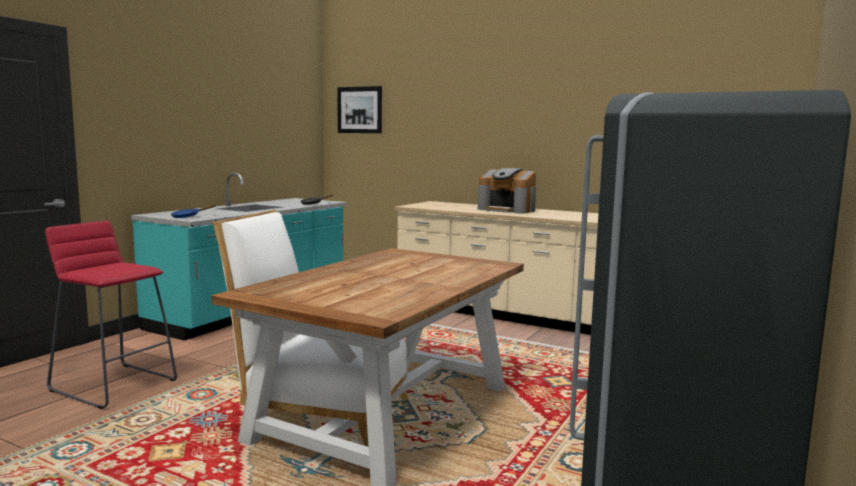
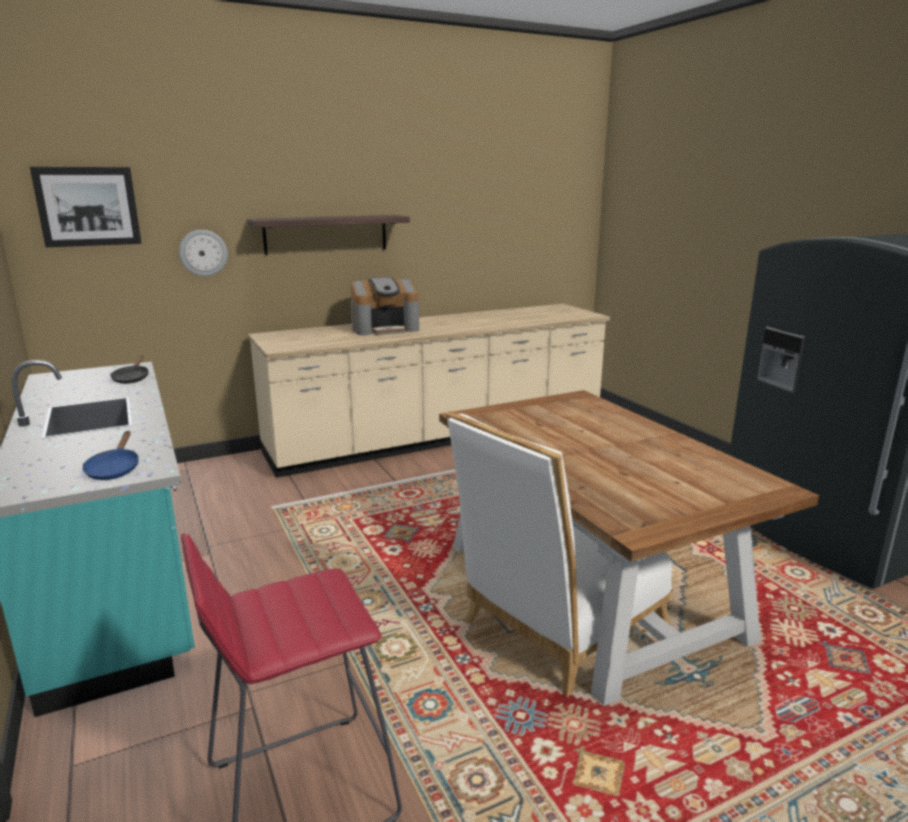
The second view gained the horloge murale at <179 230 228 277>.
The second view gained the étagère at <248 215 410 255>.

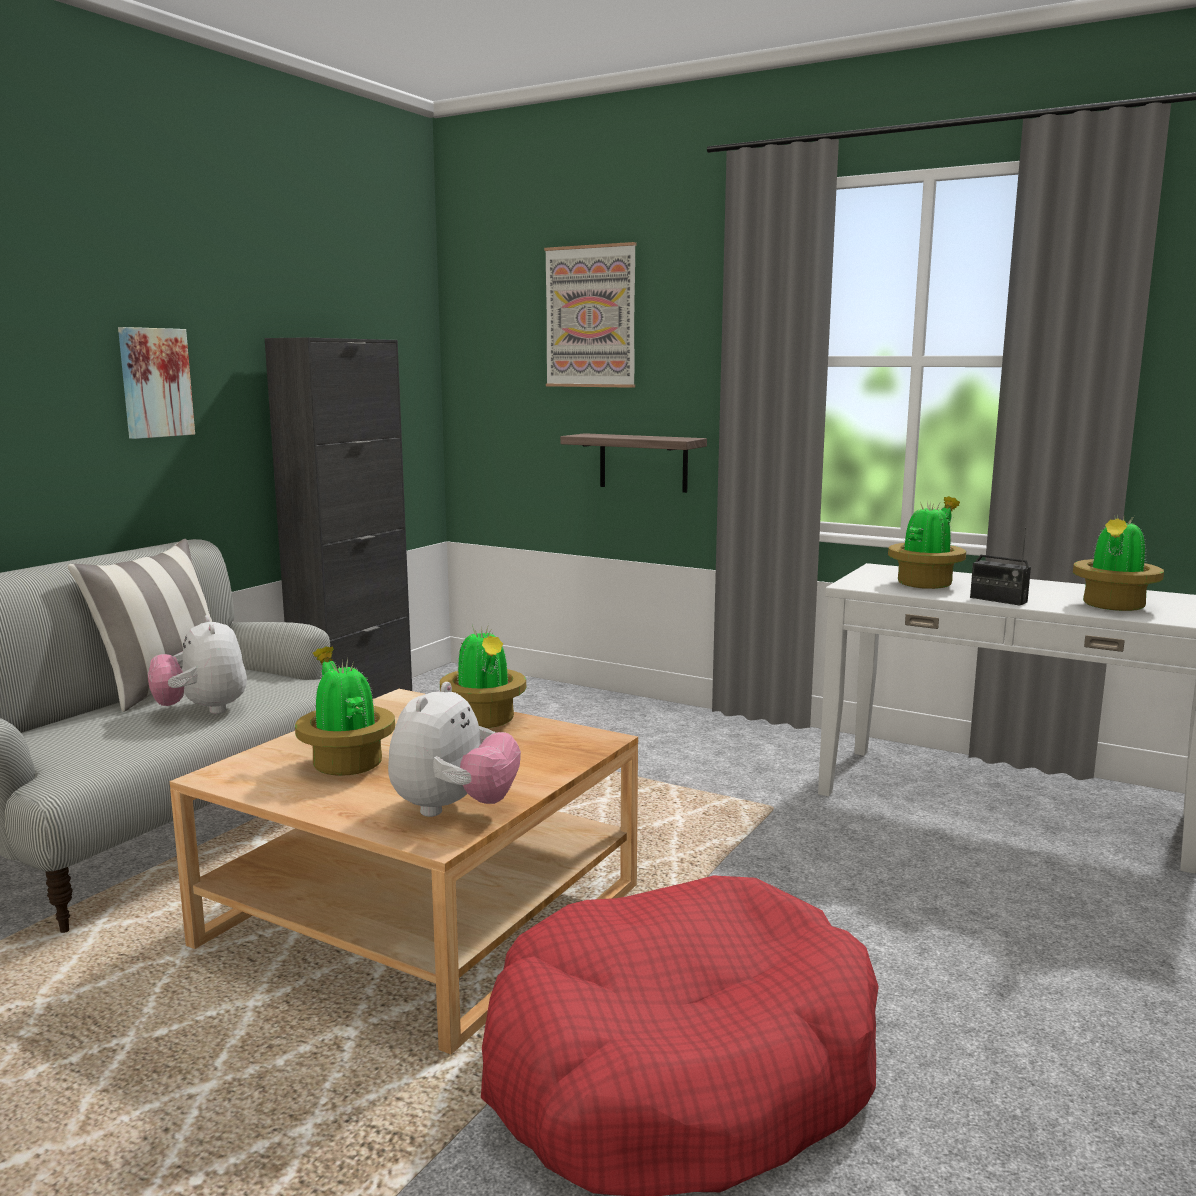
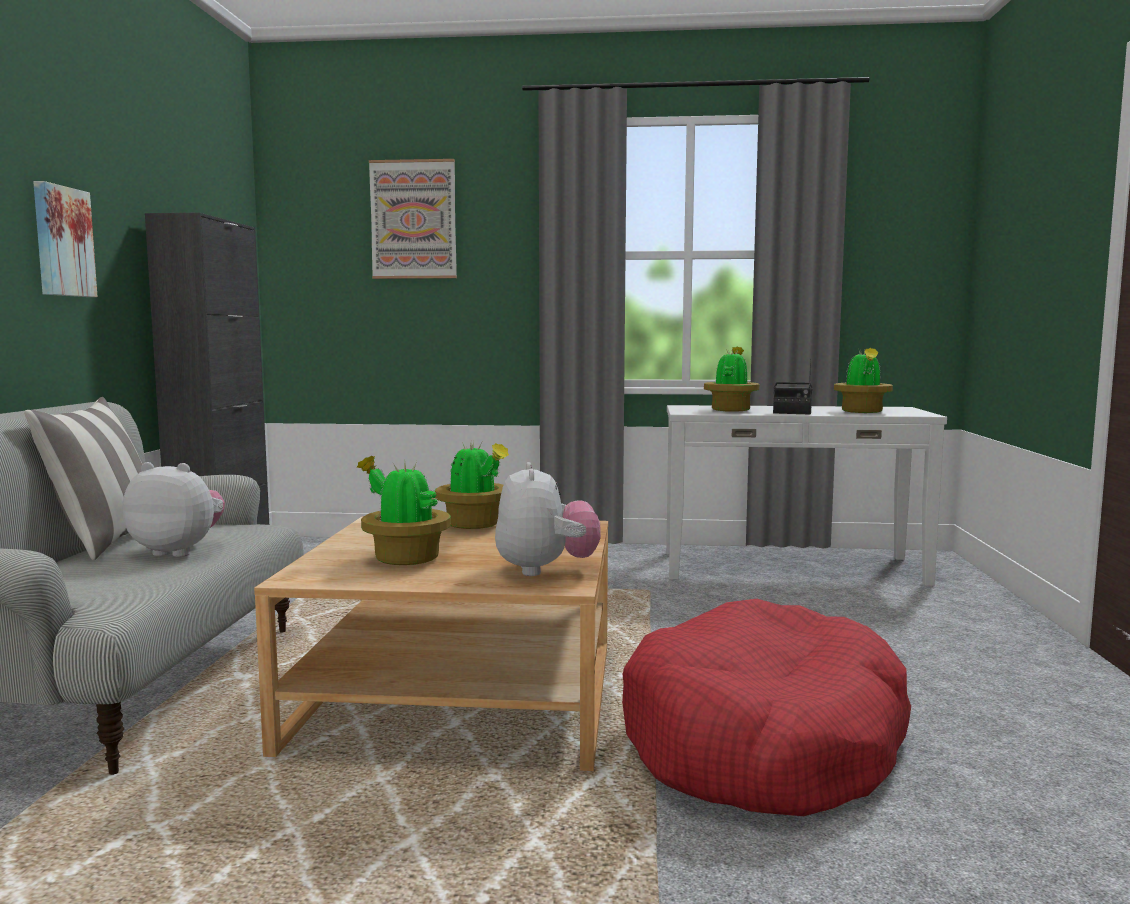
The peluche at <148 615 247 714> ended up facing another way, 150 degrees clockwise from before.
The second view lost the étagère at <560 433 707 493>.

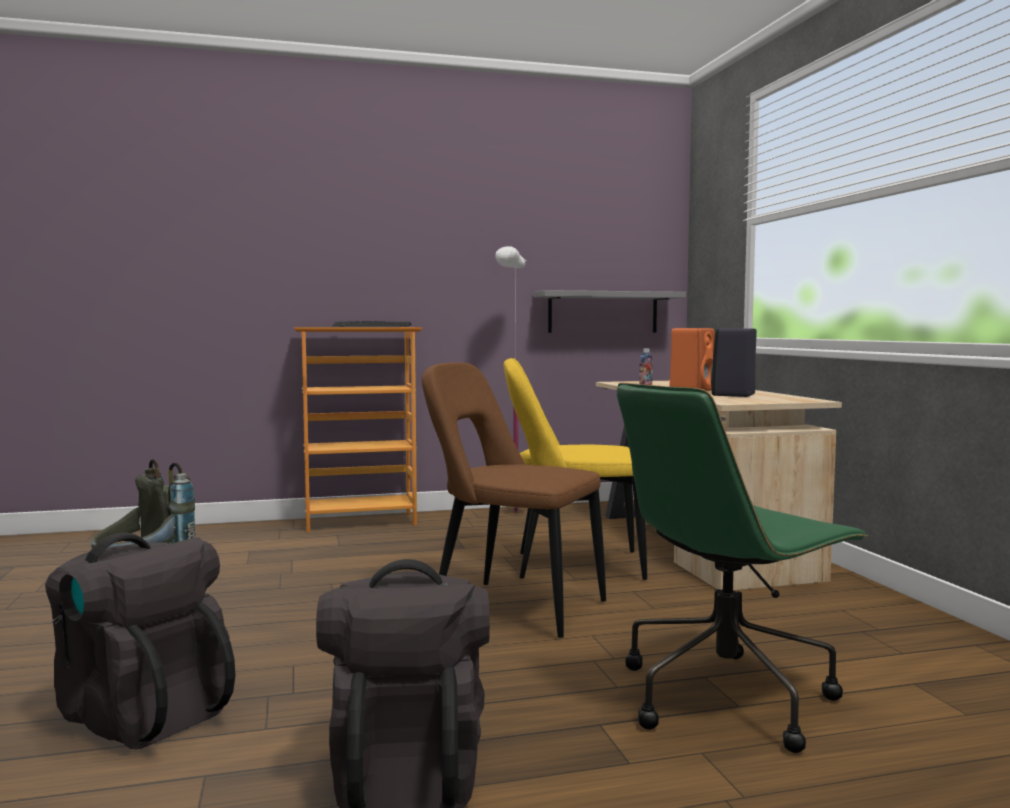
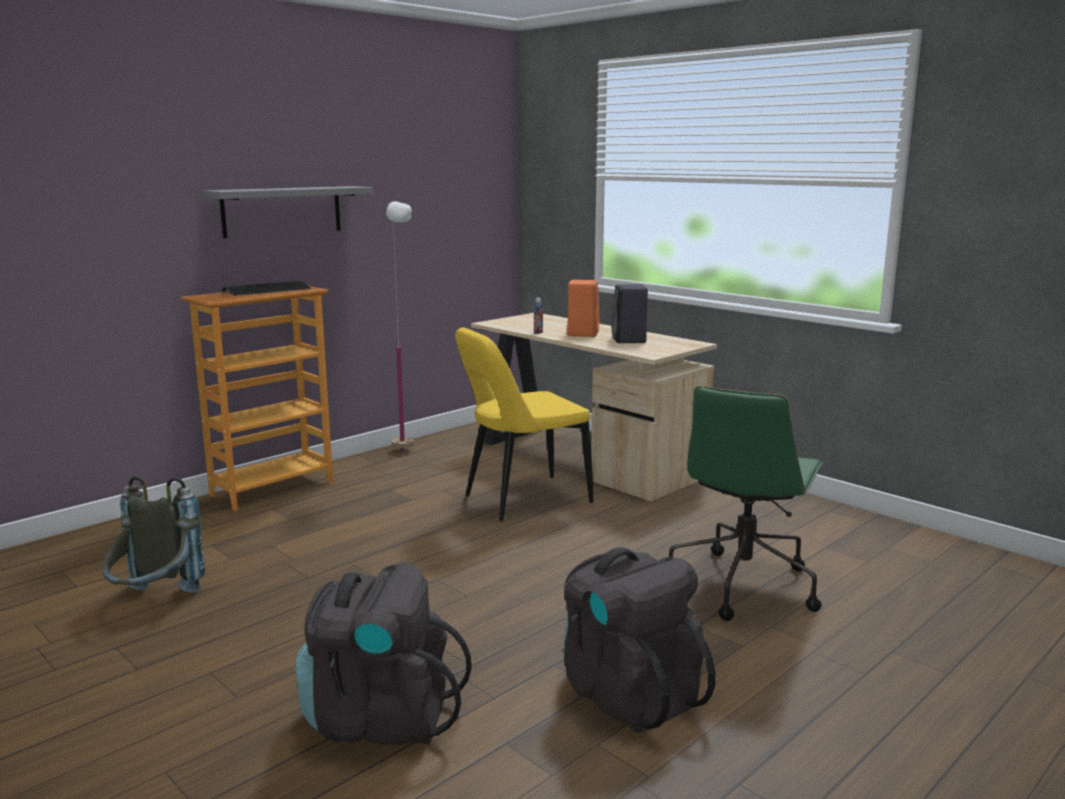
The second view lost the chaise (marron) at <422 362 606 638>.
The étagère (gris) ended up elsewhere, having gone from <534 290 686 333> to <202 186 373 238>.

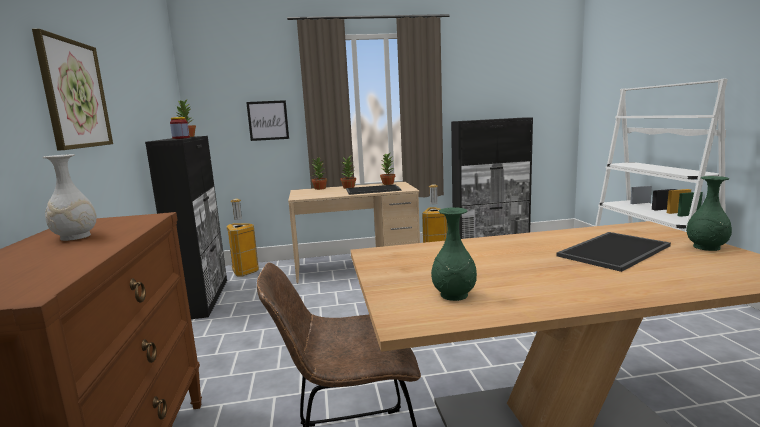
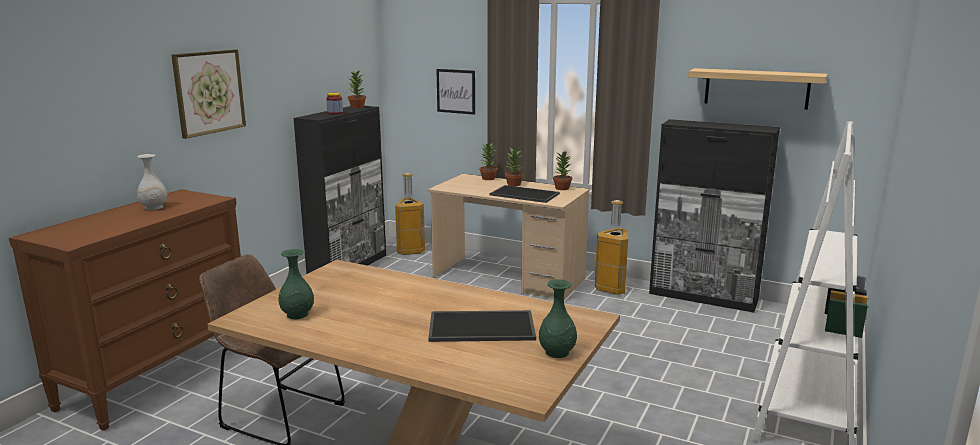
The second view gained the étagère at <688 68 828 110>.

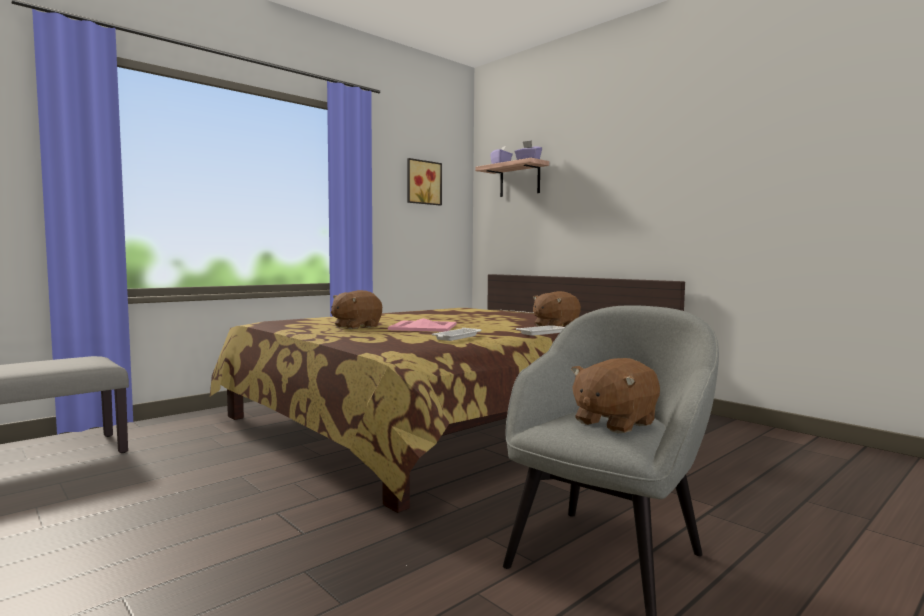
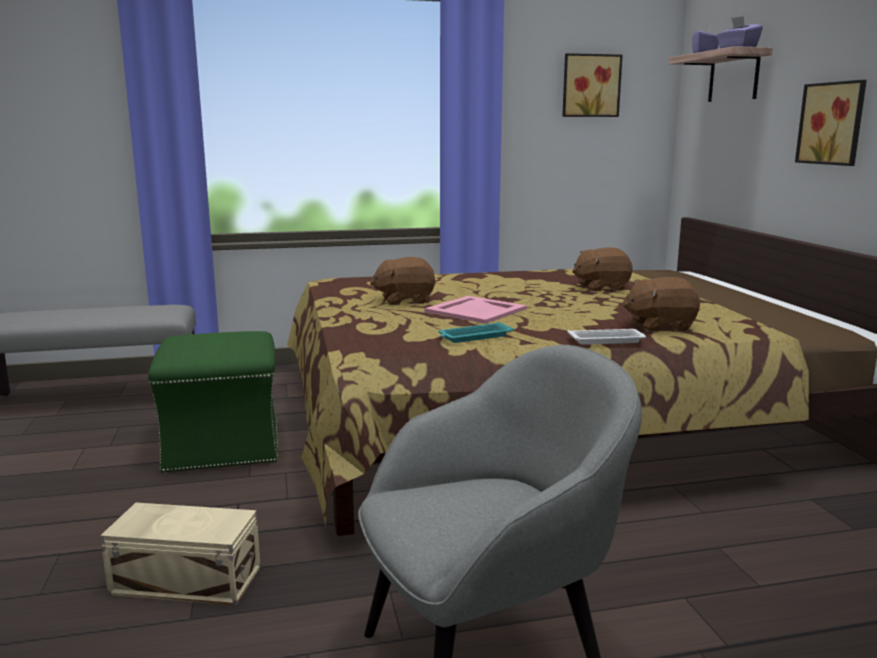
What was the plateau (blanc) at <432 328 481 341> turned into the plateau (turquoise) at <438 322 514 343>.
The peluche (marron) ended up elsewhere, having gone from <571 358 660 433> to <572 248 633 292>.
The second view gained the boîte de rangement (beige) at <100 503 260 605>.
The second view gained the pouf (vert) at <148 331 278 473>.
The second view gained the tableau at <795 80 867 166>.

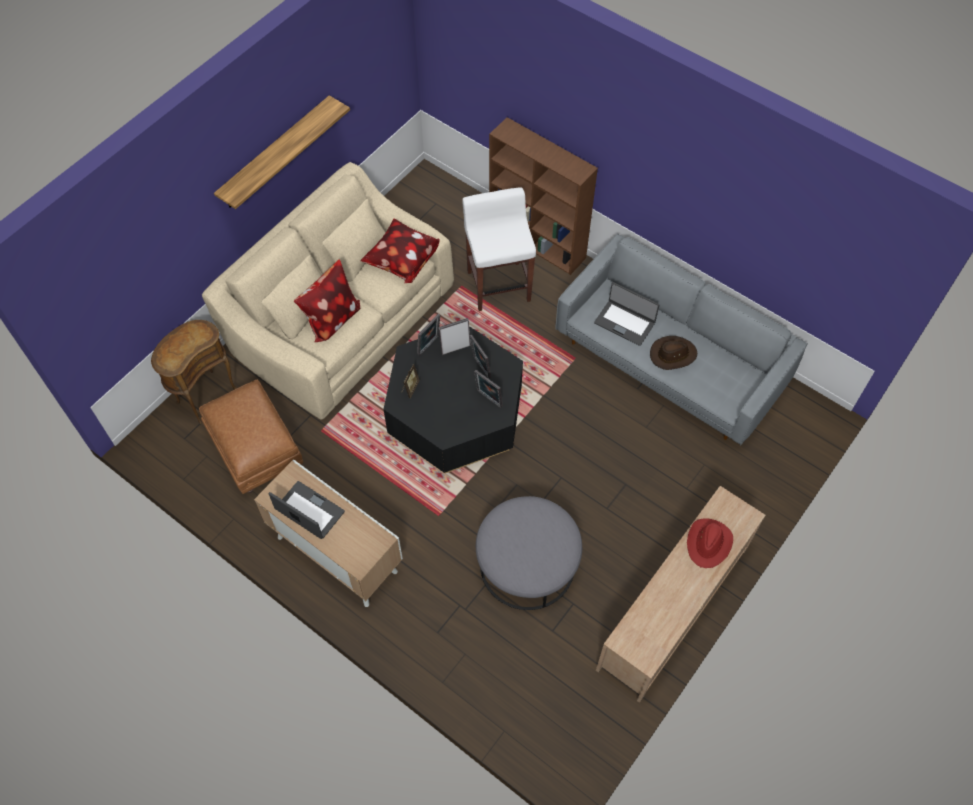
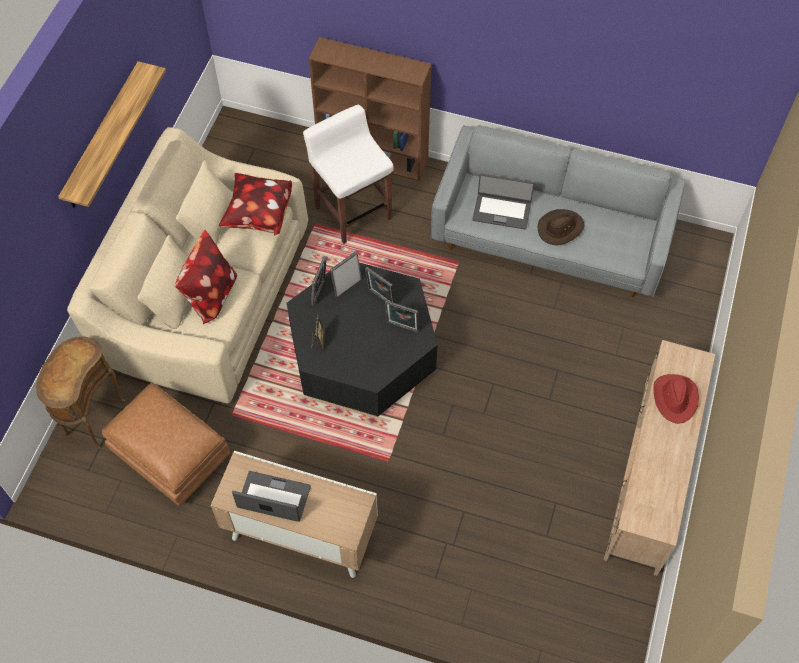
The second view lost the pouf (gris) at <476 496 582 610>.

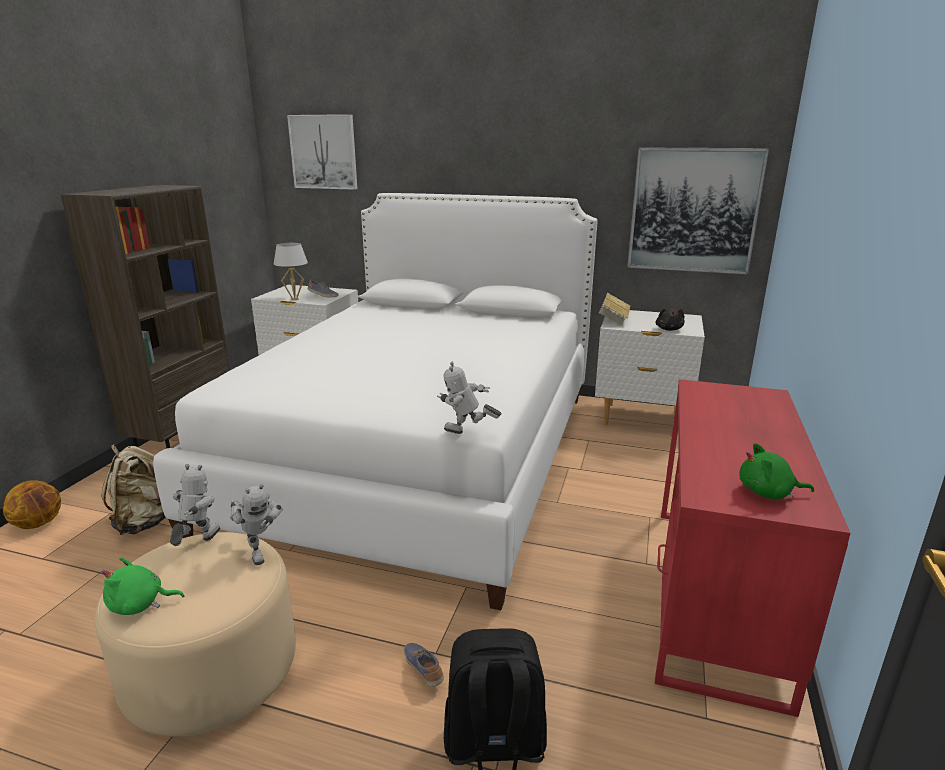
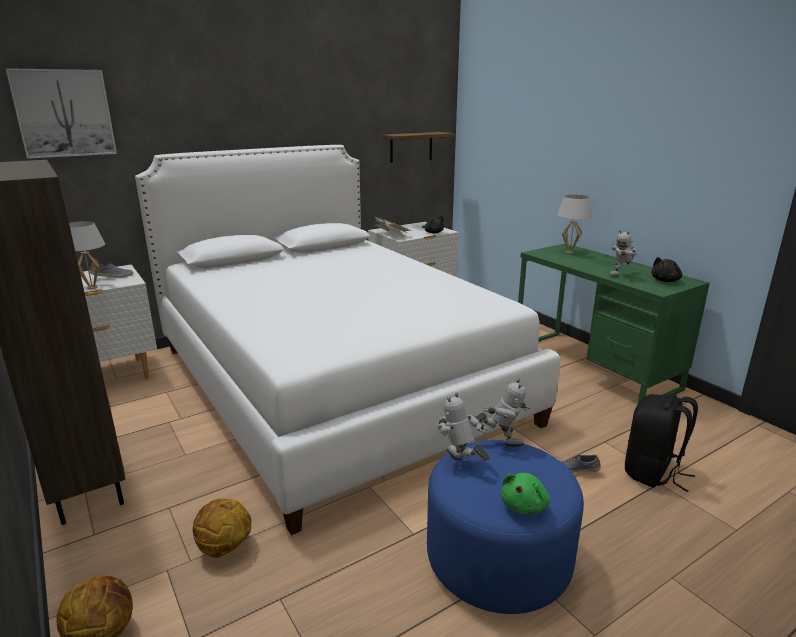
What was the pouf (beige) at <95 532 296 737> turned into the pouf (bleu) at <427 440 584 614>.
Where the sac à dos (beige) stood at <101 444 166 535>, the ballon de basket came to stand at <193 499 251 558>.
The robot jouet ended up elsewhere, having gone from <437 362 501 434> to <609 230 637 277>.
Where the tableau hung at <627 147 769 274>, the étagère came to hang at <381 132 455 163>.
What was the bureau (rouge) at <655 379 851 717> turned into the bureau (vert) at <518 244 710 404>.
What was the peluche (vert) at <740 443 814 499> turned into the peluche (noir) at <651 257 682 282>.
The second view gained the lampe de table (blanc) at <557 195 592 254>.

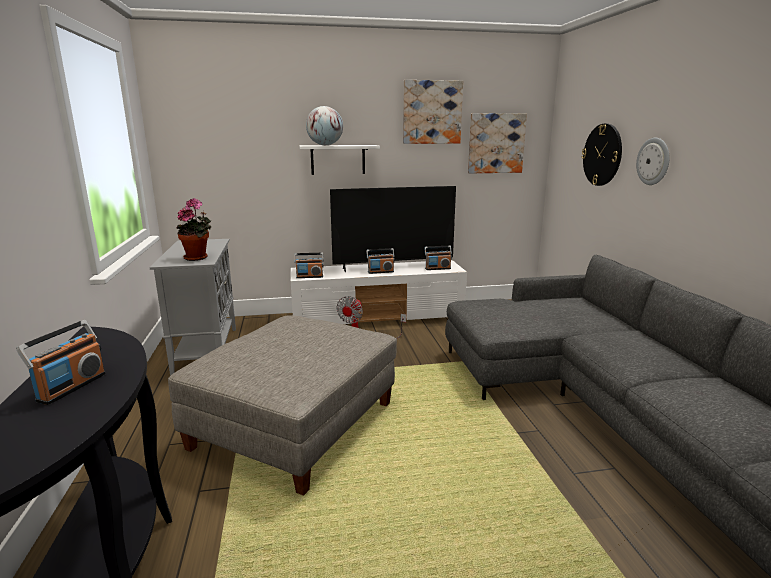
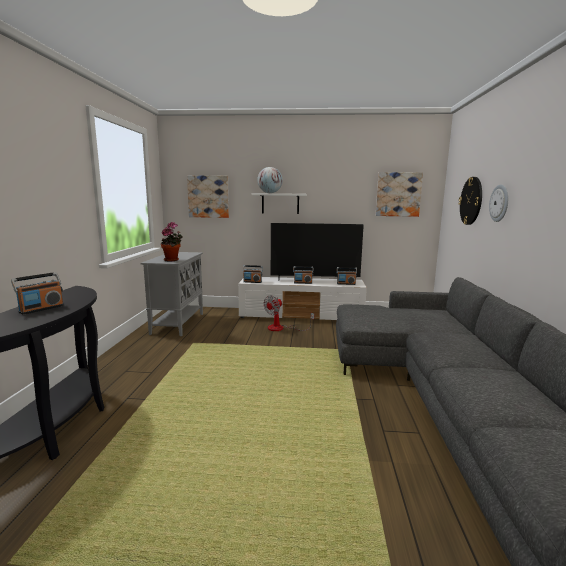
The second view lost the pouf (gris) at <168 315 397 496>.
The tableau ended up elsewhere, having gone from <403 80 463 144> to <187 175 229 218>.

